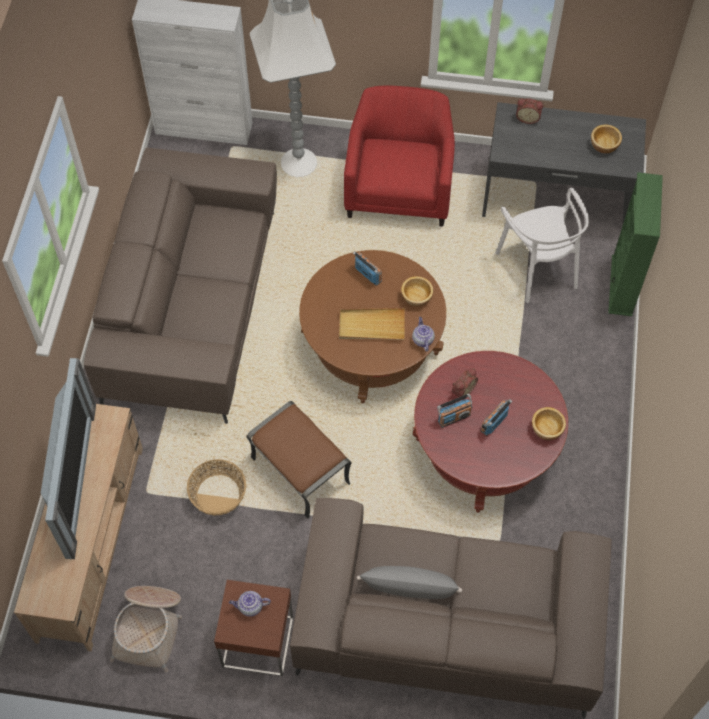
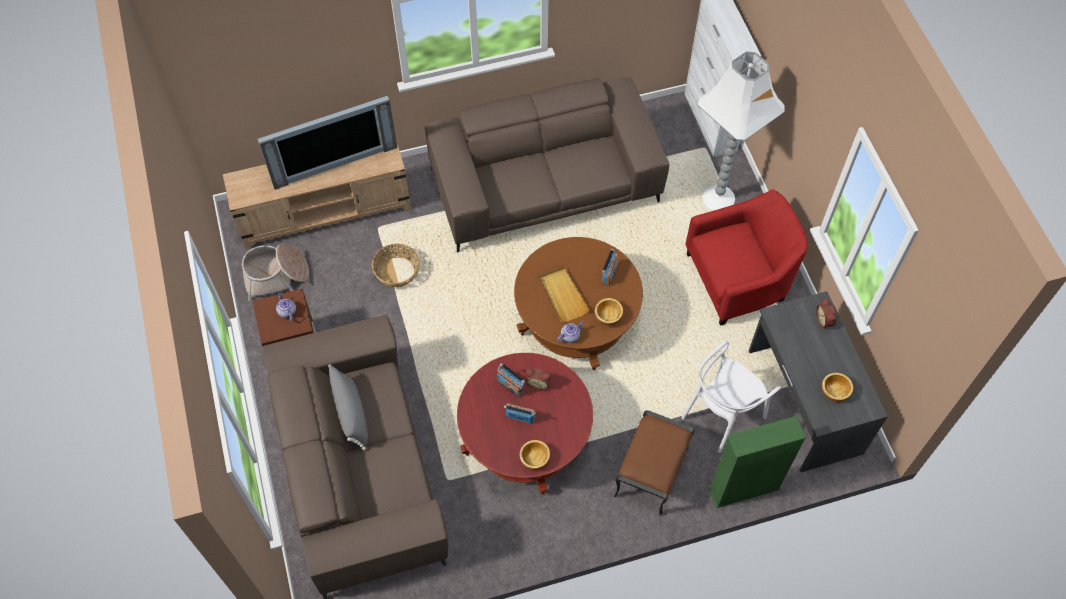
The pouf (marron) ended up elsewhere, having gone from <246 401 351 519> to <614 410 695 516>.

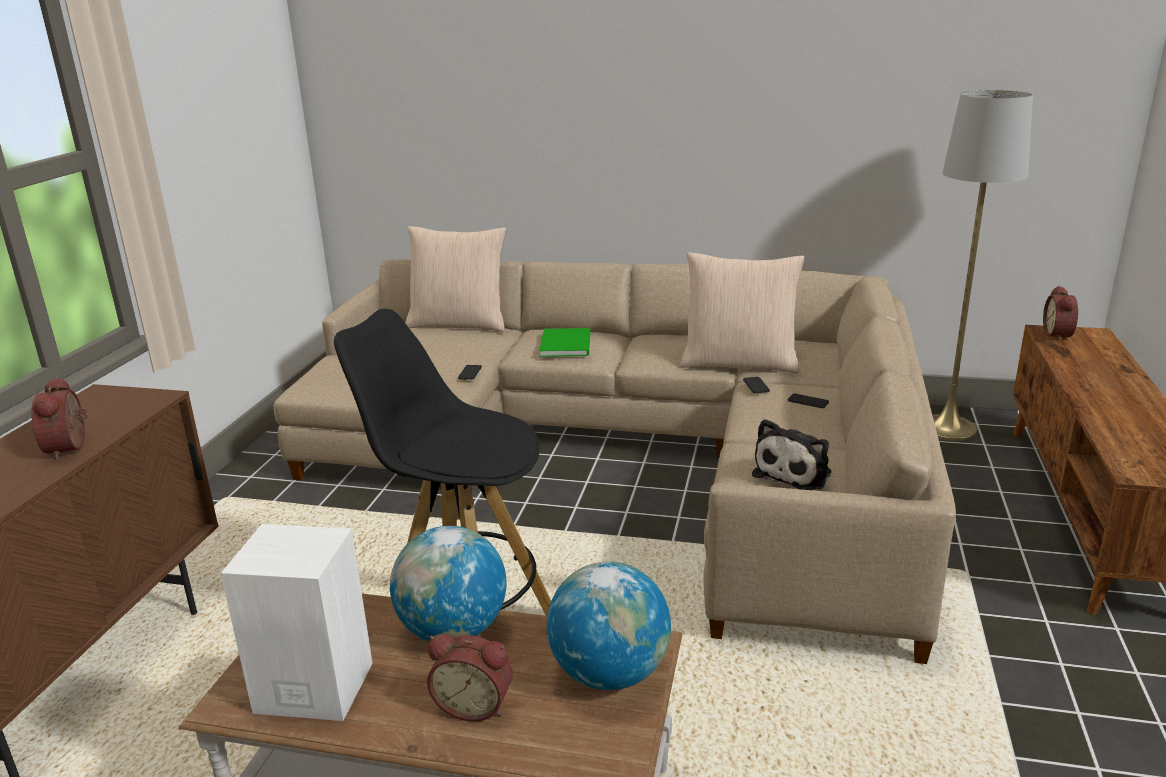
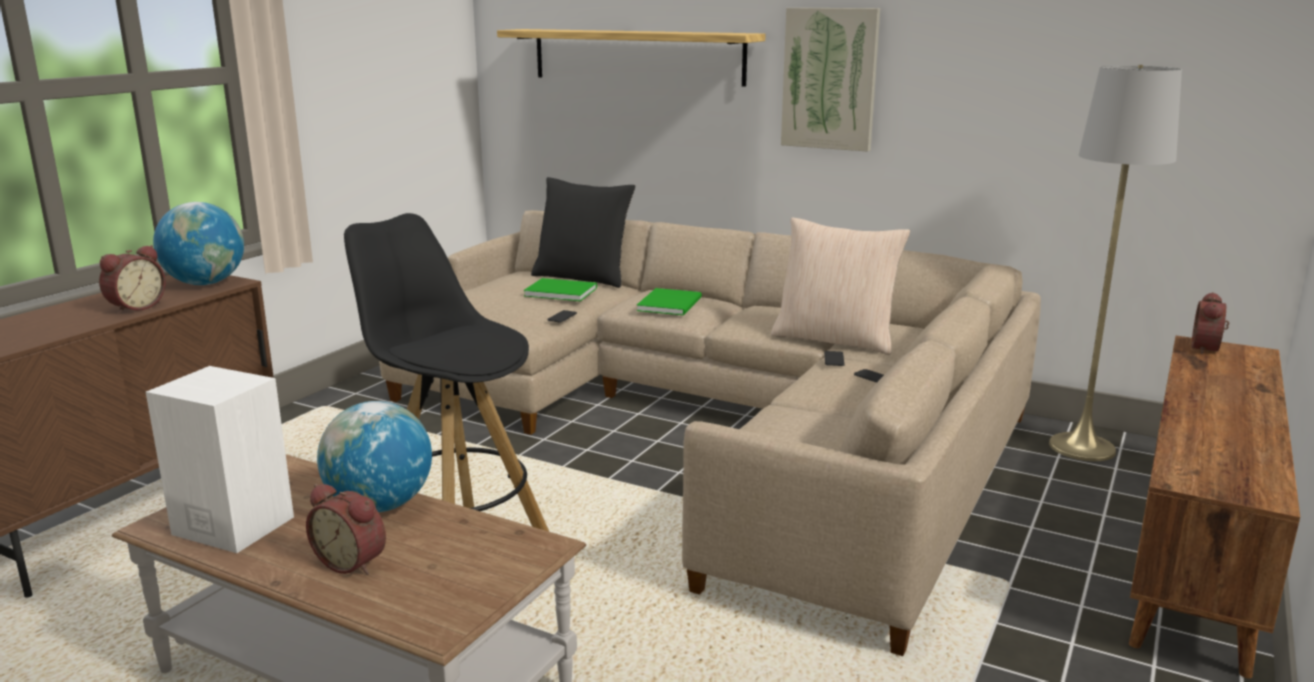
The réveil at <31 377 88 461> ended up facing another way, 150 degrees counterclockwise from before.
What was the coussin (beige) at <406 226 506 332> turned into the coussin (noir) at <531 177 635 288>.
The globe ended up elsewhere, having gone from <547 562 671 690> to <153 202 244 285>.
The second view lost the peluche at <752 419 831 490>.
The second view gained the étagère at <497 29 766 87>.
The second view gained the livre (vert) at <524 278 597 301>.
The second view gained the tableau at <781 8 880 152>.

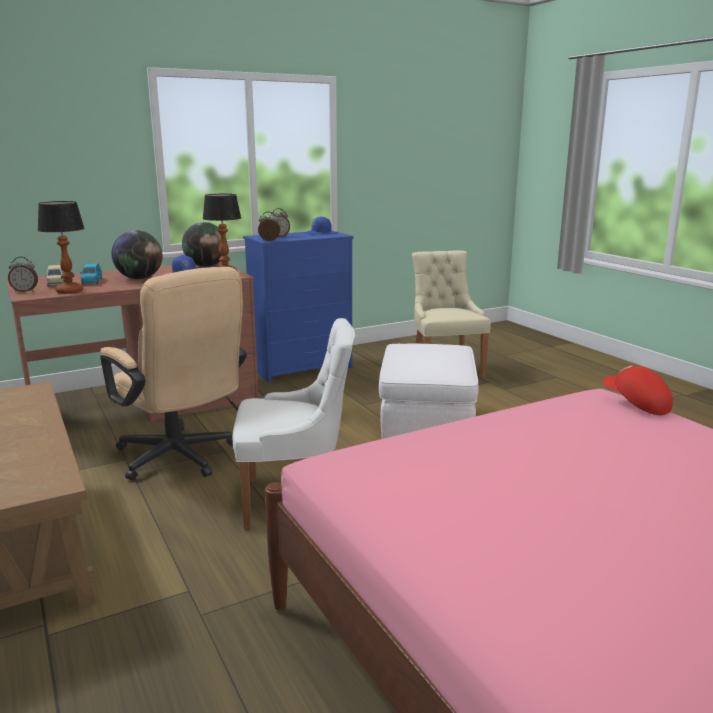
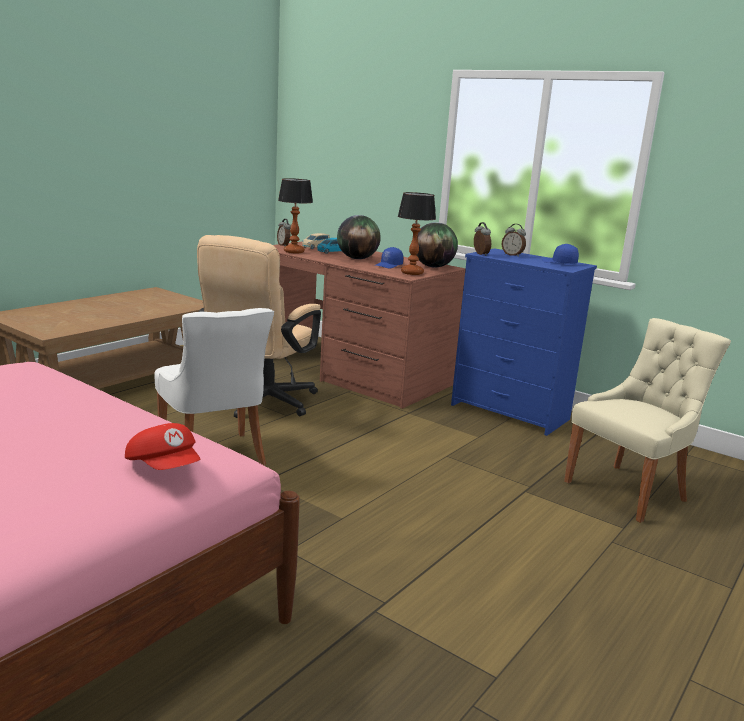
The second view lost the pouf (blanc) at <379 344 478 439>.
The casquette (rouge) at <603 365 673 415> ended up facing another way, 105 degrees clockwise from before.

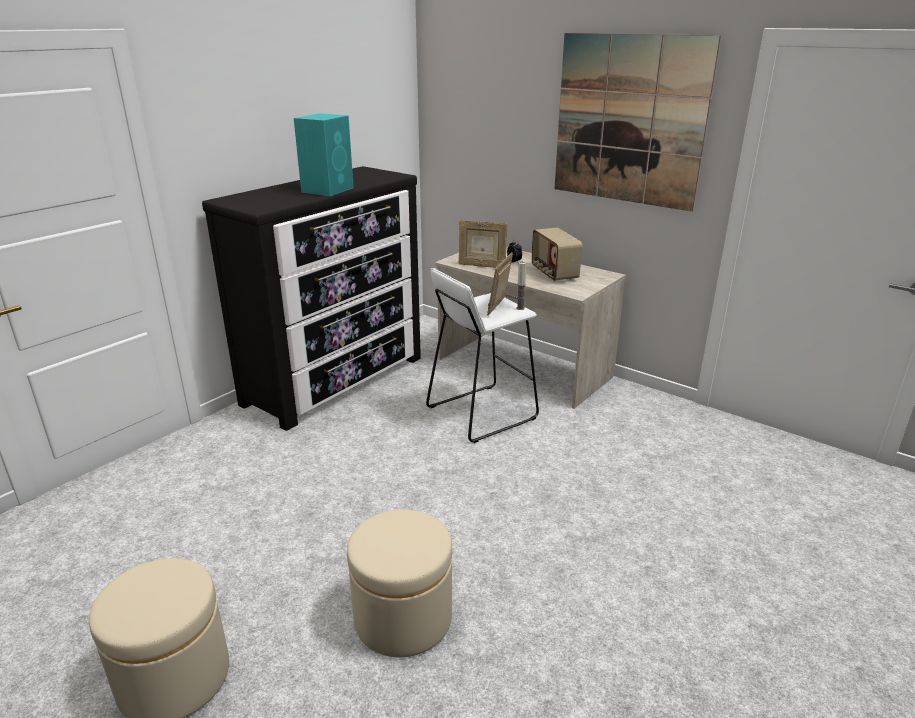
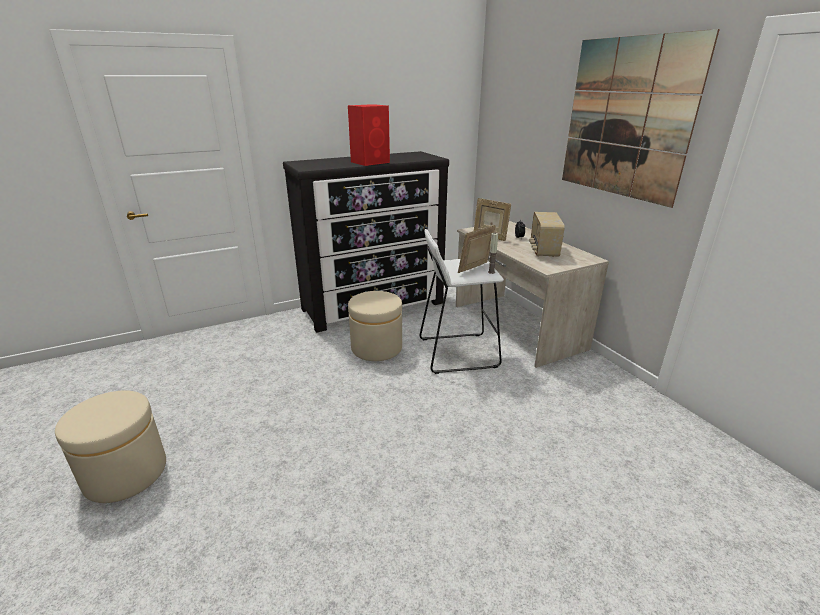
What was the enceinte (turquoise) at <294 113 354 196> turned into the enceinte (rouge) at <348 104 390 166>.
The pouf (beige) ended up elsewhere, having gone from <347 510 452 657> to <348 291 402 361>.

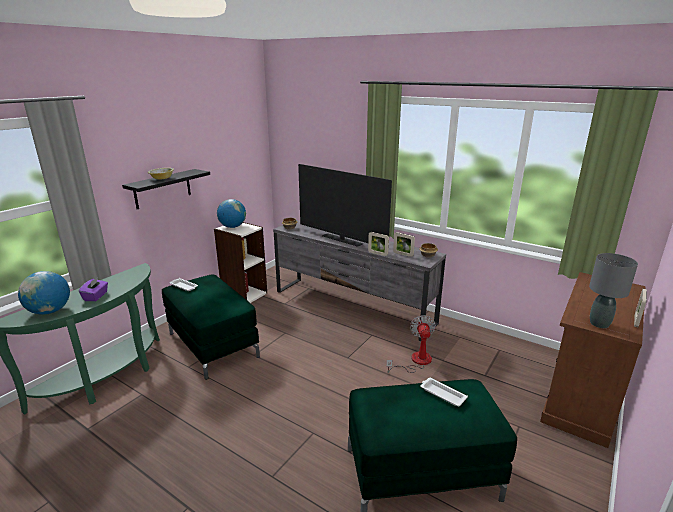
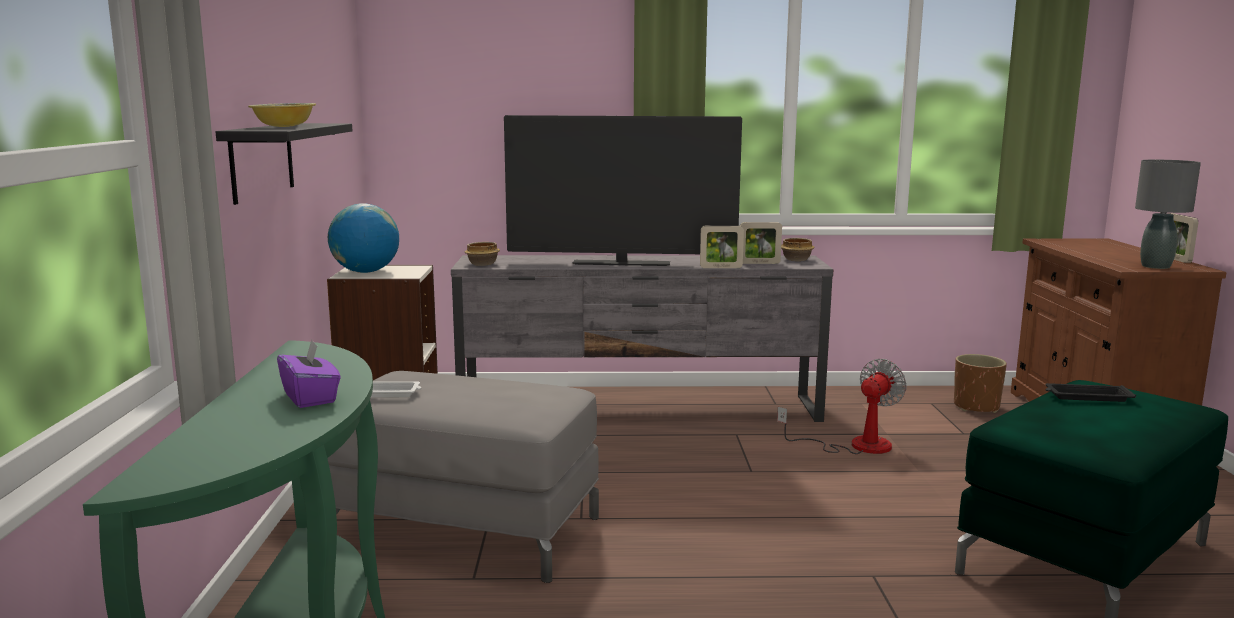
The second view lost the globe at <18 271 70 315>.
What was the pouf (vert) at <162 274 260 380> turned into the pouf (gris) at <327 371 599 583>.
The ventilateur at <386 315 436 373> ended up facing another way, 75 degrees clockwise from before.
What was the plateau (blanc) at <420 378 468 406> turned into the plateau (noir) at <1046 383 1136 402>.
The second view gained the cache-pot (marron) at <954 354 1007 413>.

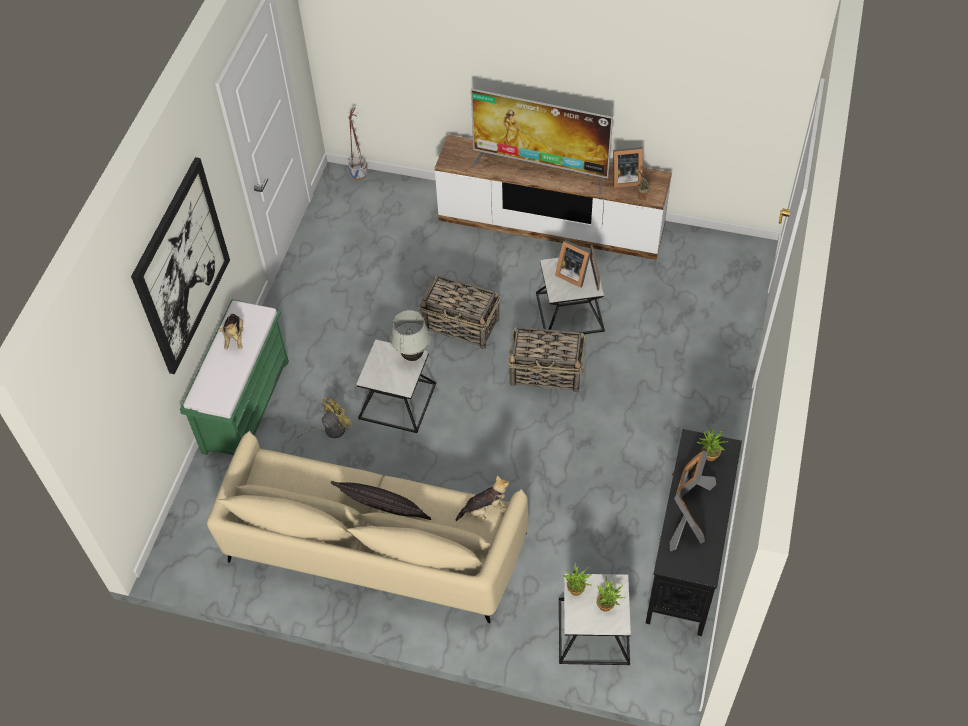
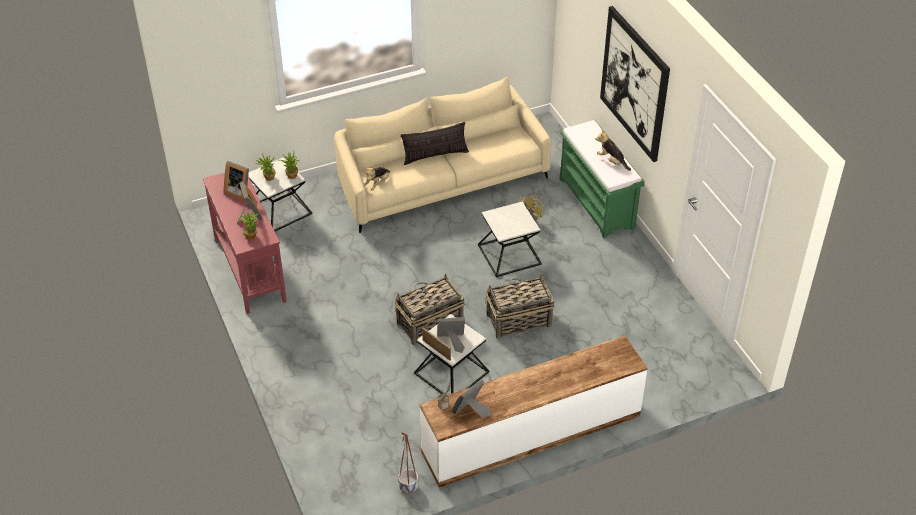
The cache-pot ended up elsewhere, having gone from <348 107 367 180> to <398 432 418 494>.
The second view lost the lampe de table (blanc) at <391 310 431 361>.
The second view lost the téléviseur at <471 88 613 195>.
What was the table console (noir) at <646 429 742 636> turned into the table console (rouge) at <203 173 287 314>.

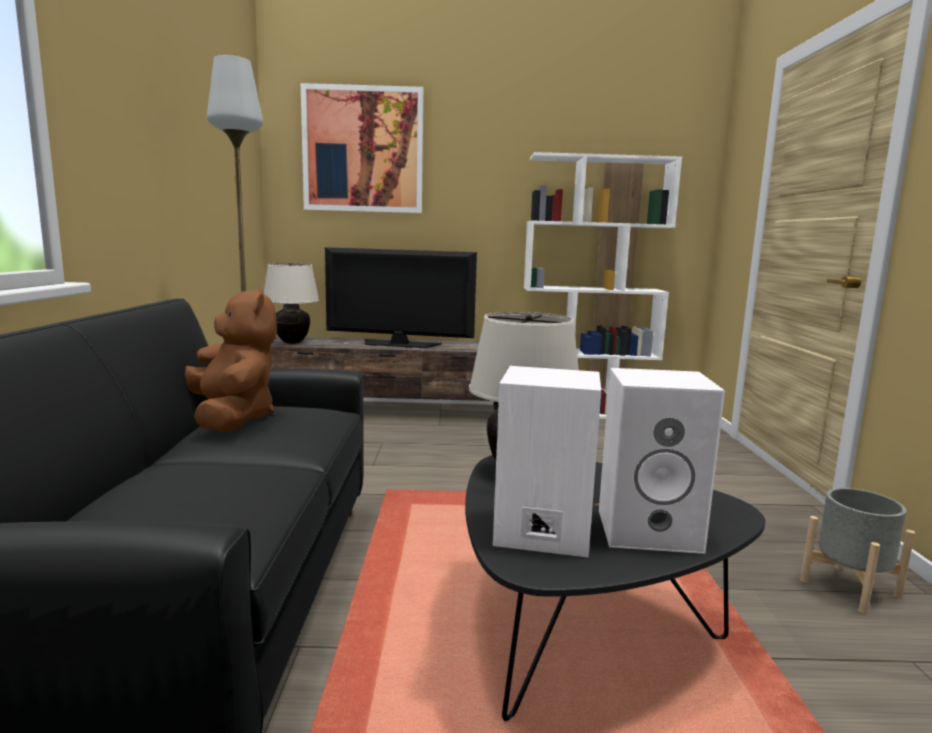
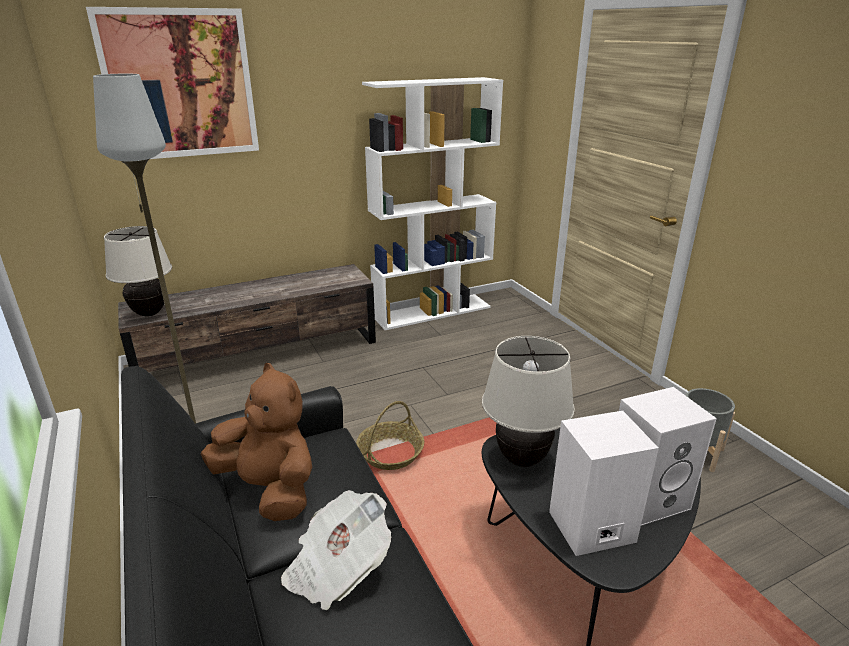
The second view lost the téléviseur at <325 247 477 348>.
The second view gained the journal at <281 490 391 611>.
The second view gained the panier at <356 401 424 470>.

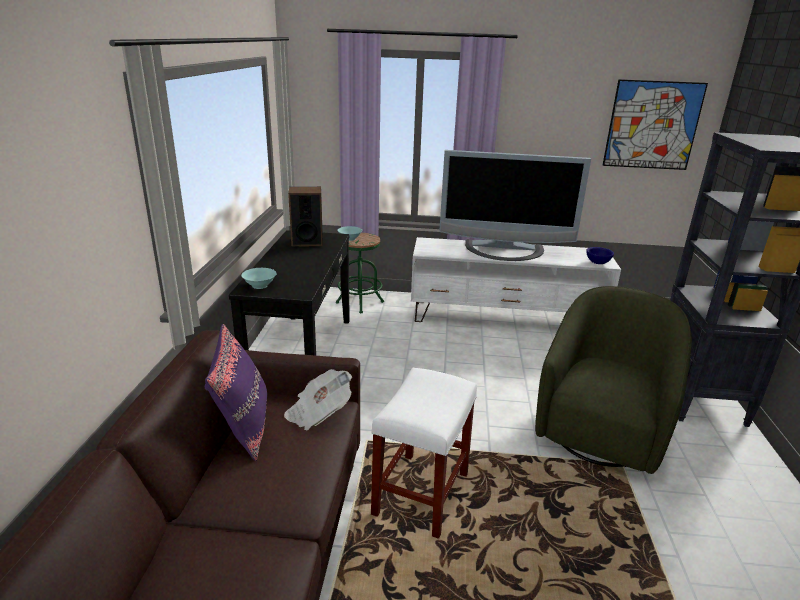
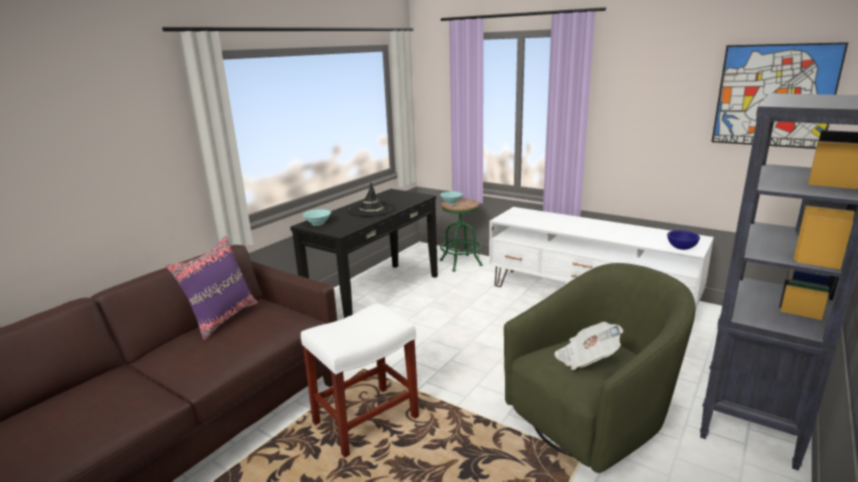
The journal ended up elsewhere, having gone from <284 369 352 430> to <554 322 624 370>.
The second view lost the enceinte at <288 187 323 247>.
The second view lost the téléviseur at <439 150 591 261>.
The second view gained the chapeau (noir) at <348 183 395 217>.

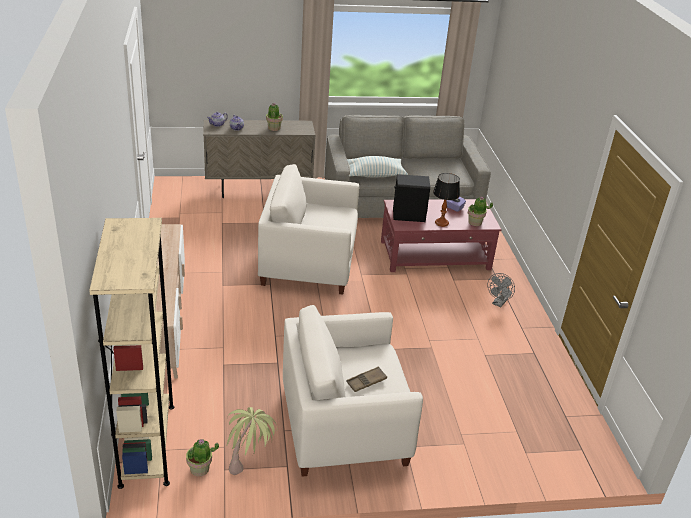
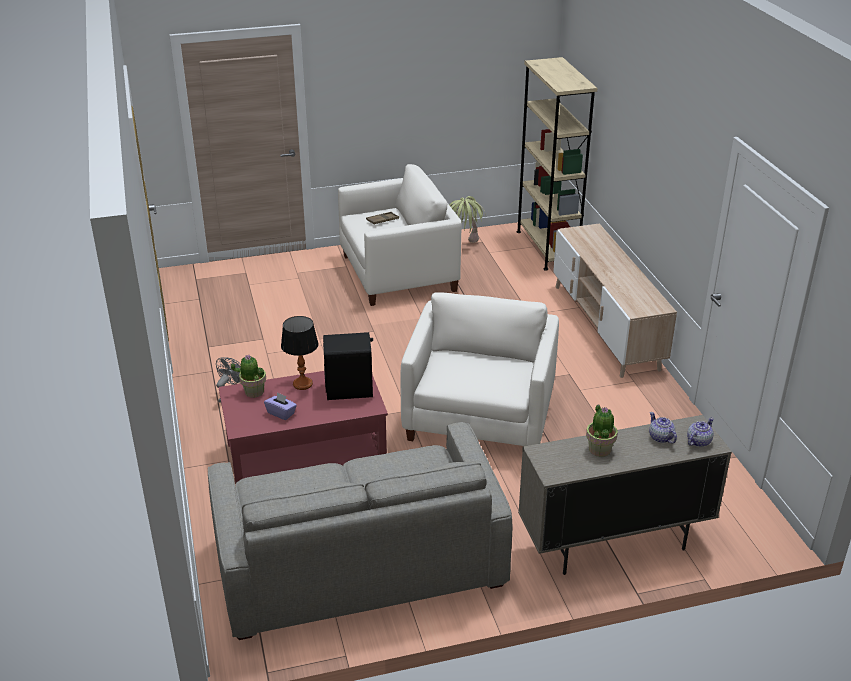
The second view lost the plante en pot at <186 439 219 476>.
The fauteuil (blanc) at <258 164 359 294> ended up facing another way, 75 degrees counterclockwise from before.
The second view lost the coussin at <347 156 408 177>.

